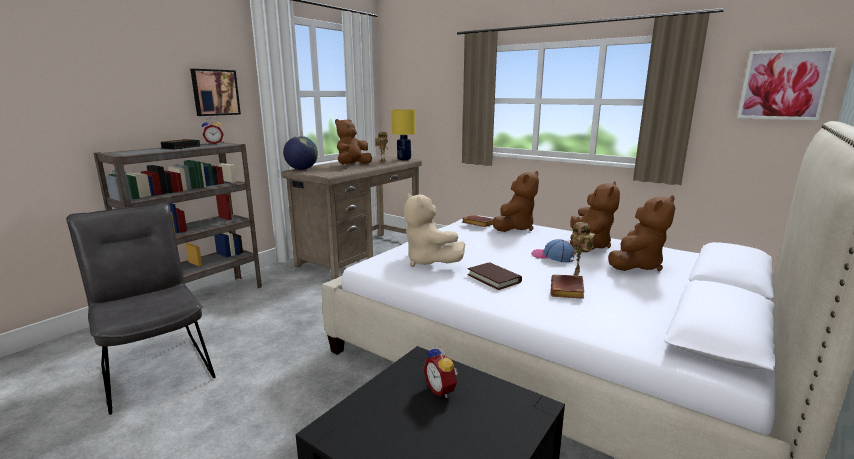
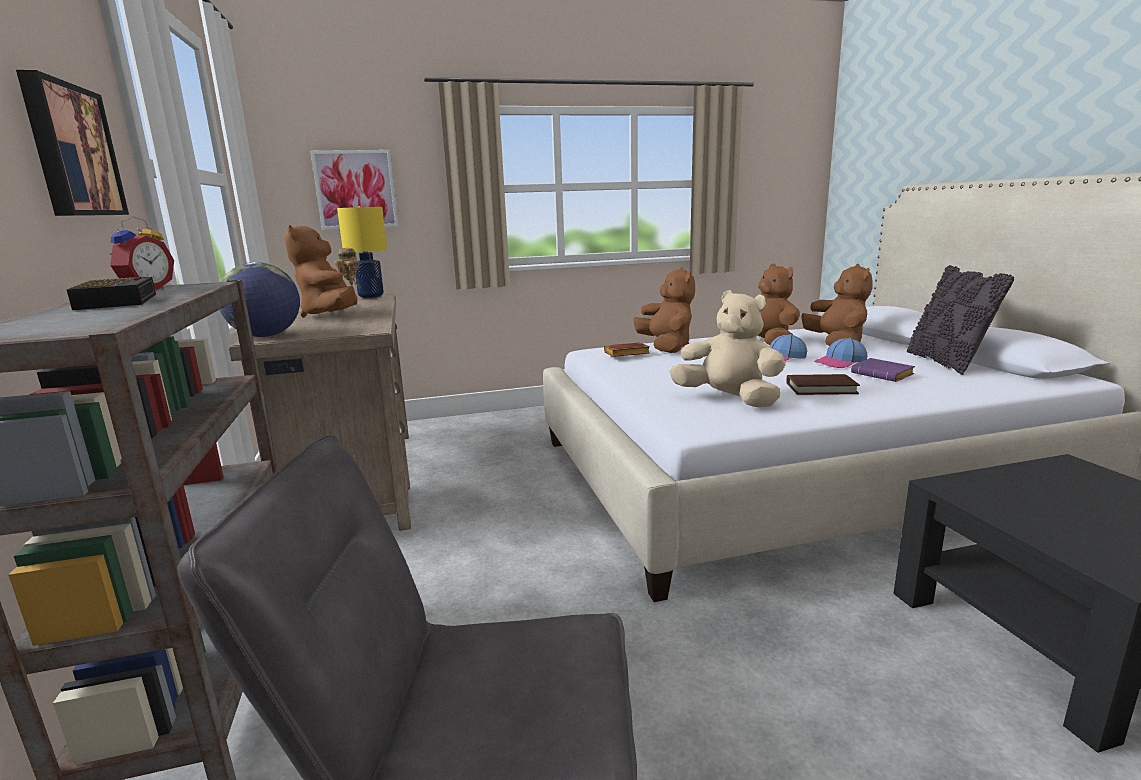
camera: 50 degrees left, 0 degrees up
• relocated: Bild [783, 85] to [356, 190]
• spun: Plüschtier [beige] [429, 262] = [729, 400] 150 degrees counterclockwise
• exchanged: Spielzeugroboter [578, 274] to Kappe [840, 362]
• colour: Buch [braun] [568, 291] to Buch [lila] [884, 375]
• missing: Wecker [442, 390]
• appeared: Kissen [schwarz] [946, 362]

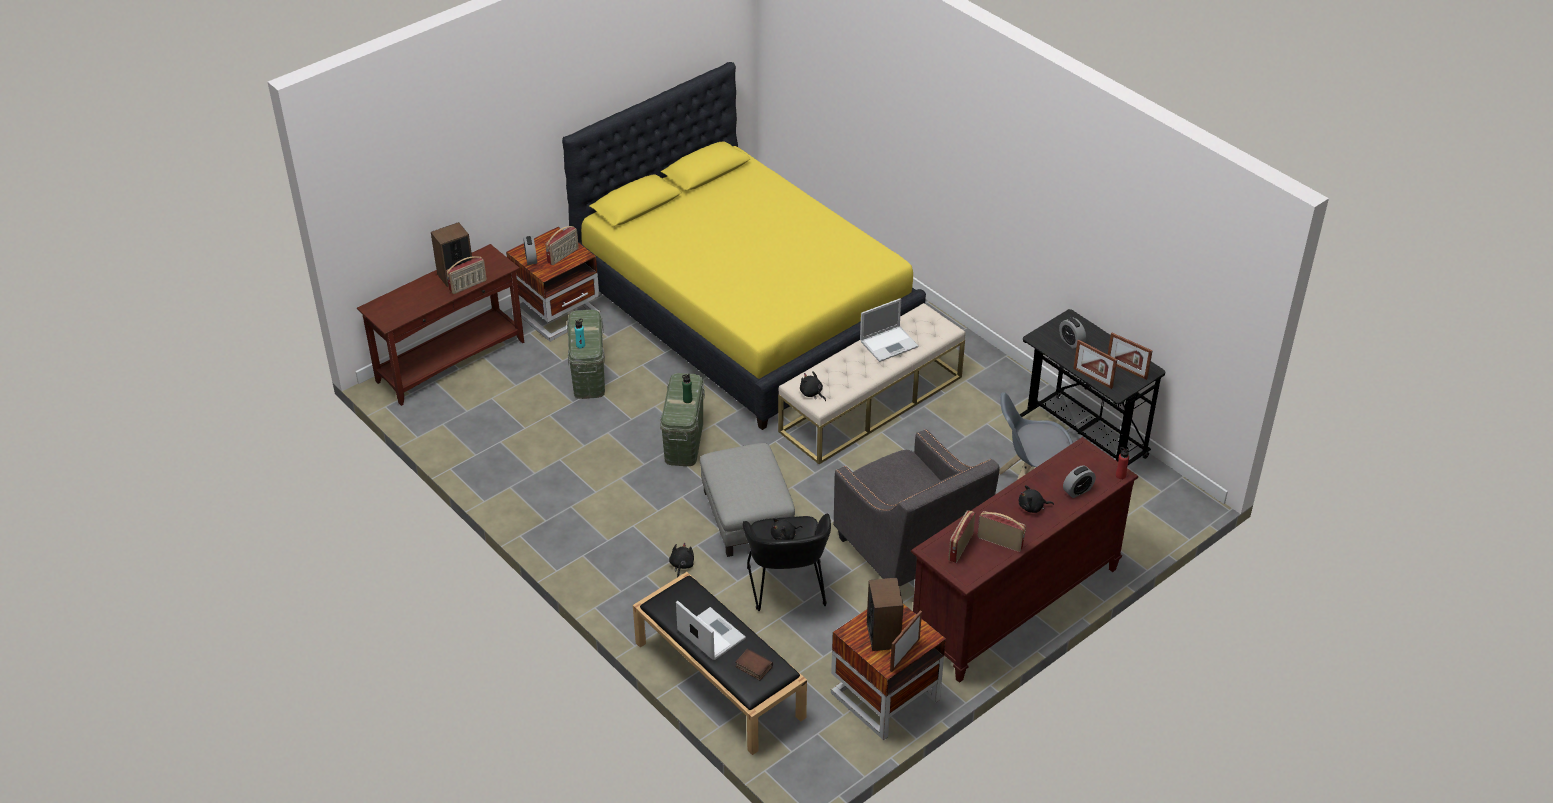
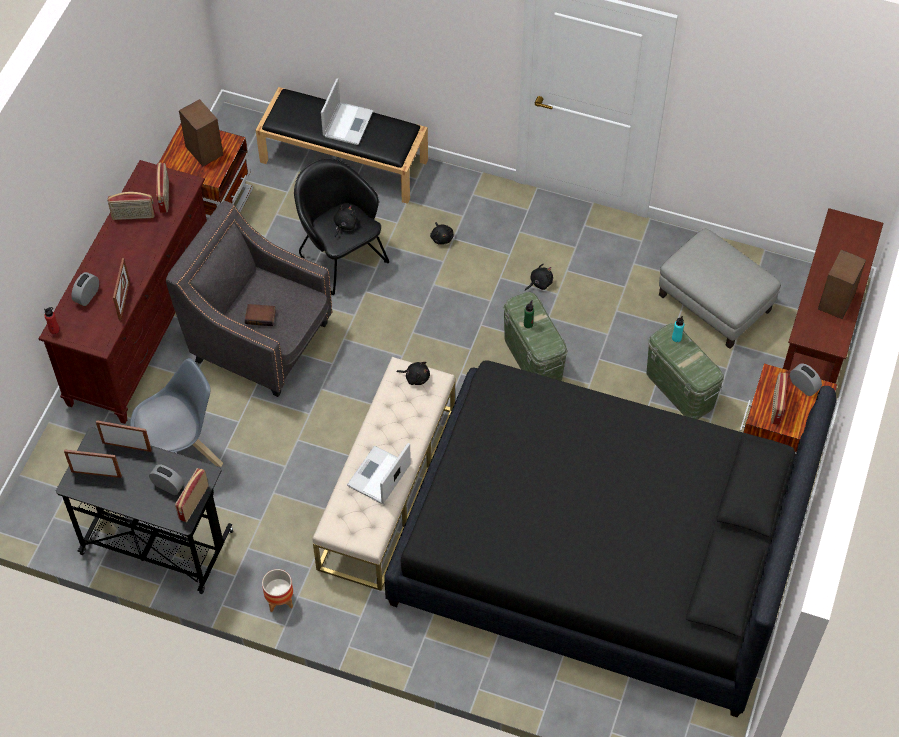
camera: 150 degrees right, 15 degrees up
• colour: Bett [gelb] [744, 308] to Bett [schwarz] [598, 553]
• relocated: Radio [468, 286] to [193, 502]
• relocated: Polsterhocker [grau] [746, 517] to [715, 302]
• relocated: Plüschtier [schwarz] [1032, 507] to [539, 283]
• spun: Laptop [710, 634] = [348, 123] 90 degrees counterclockwise
• relocated: Bilderrahmen [905, 655] to [124, 300]
• relocated: Buch [753, 667] to [261, 316]
• appeared: Pflanzkübel [280, 600]

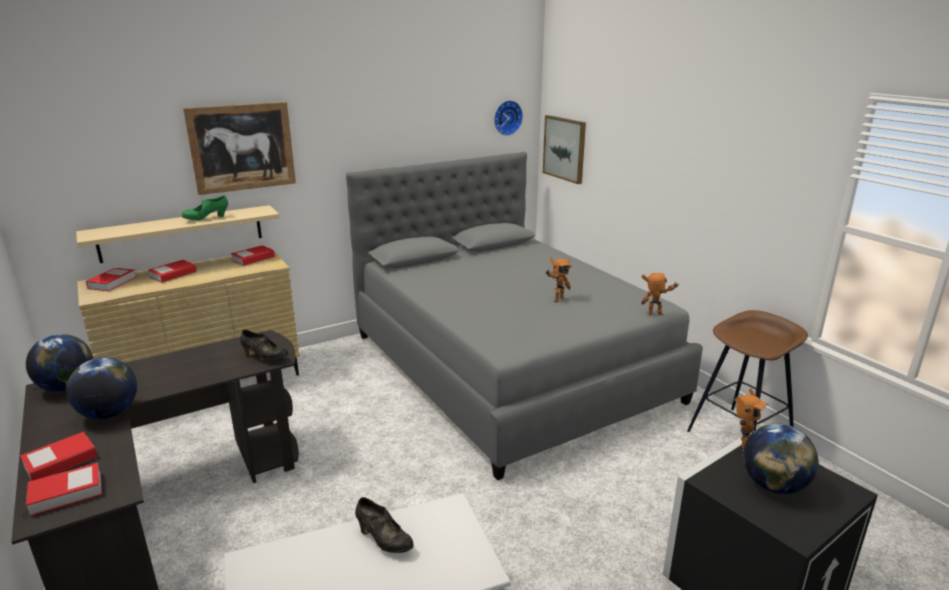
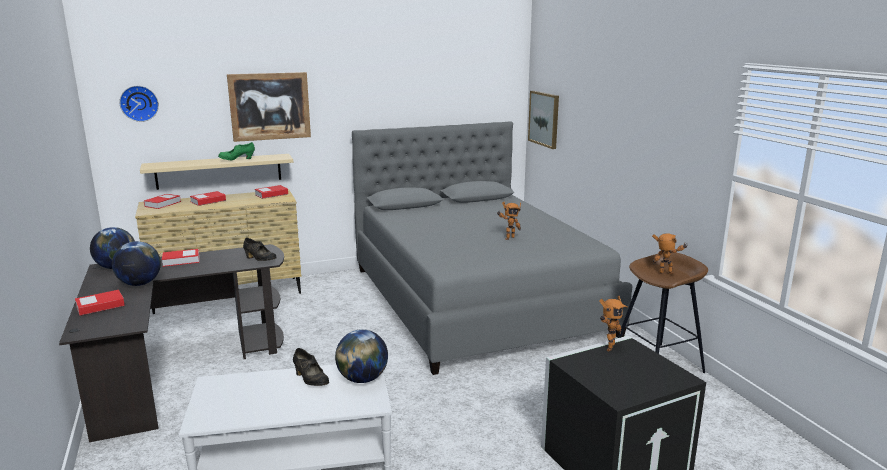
camera: 10 degrees right, 5 degrees down
• relocated: Wanduhr [506, 117] to [139, 103]
• relocated: Spielzeugroboter [656, 315] to [666, 274]
• relocated: Globus [773, 485] to [362, 379]
• relocated: Buch [66, 493] to [181, 260]

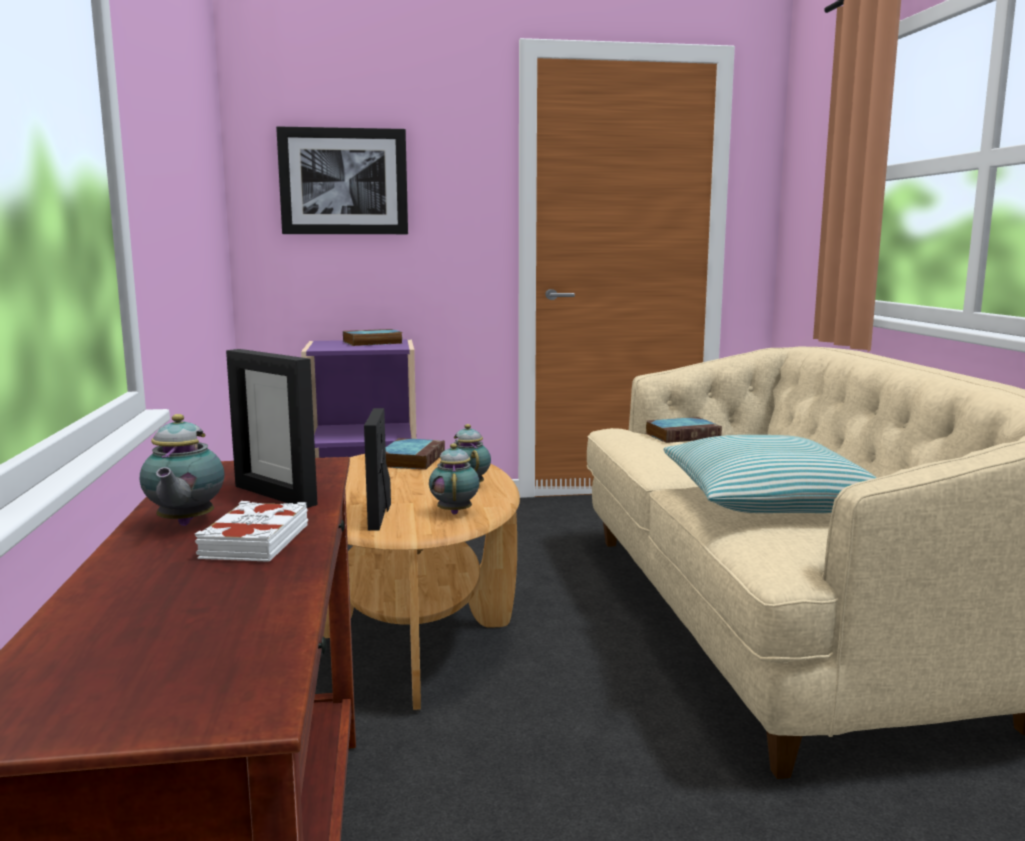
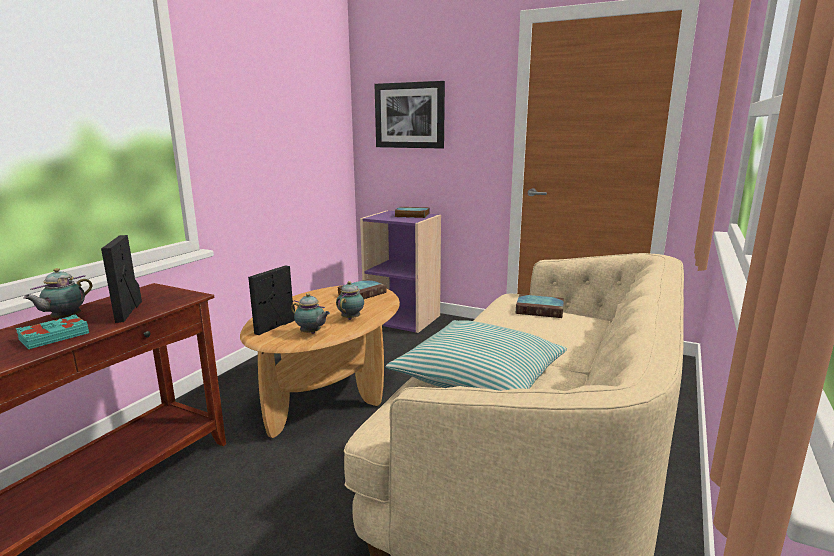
camera: 35 degrees right, 5 degrees up
• spun: Teekanne [455, 511] = [311, 333] 90 degrees clockwise
• colour: Buch [weiß] [253, 542] to Buch [türkis] [54, 336]

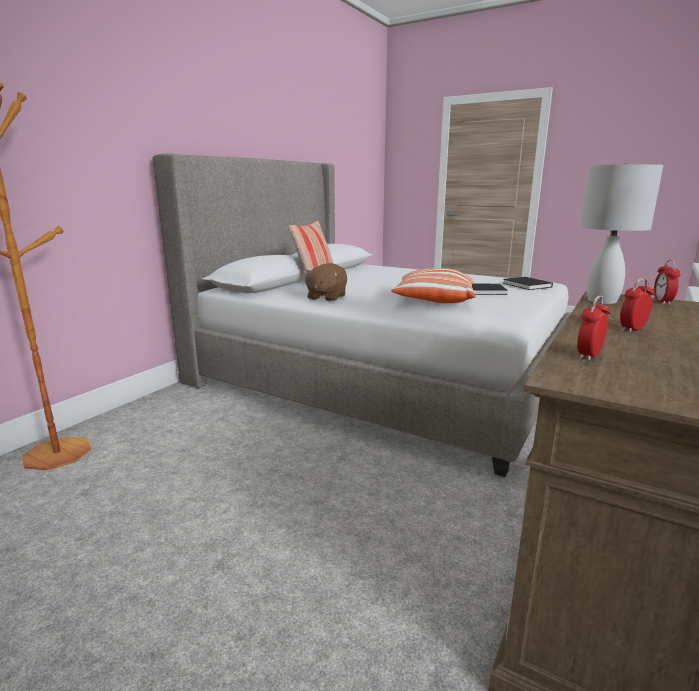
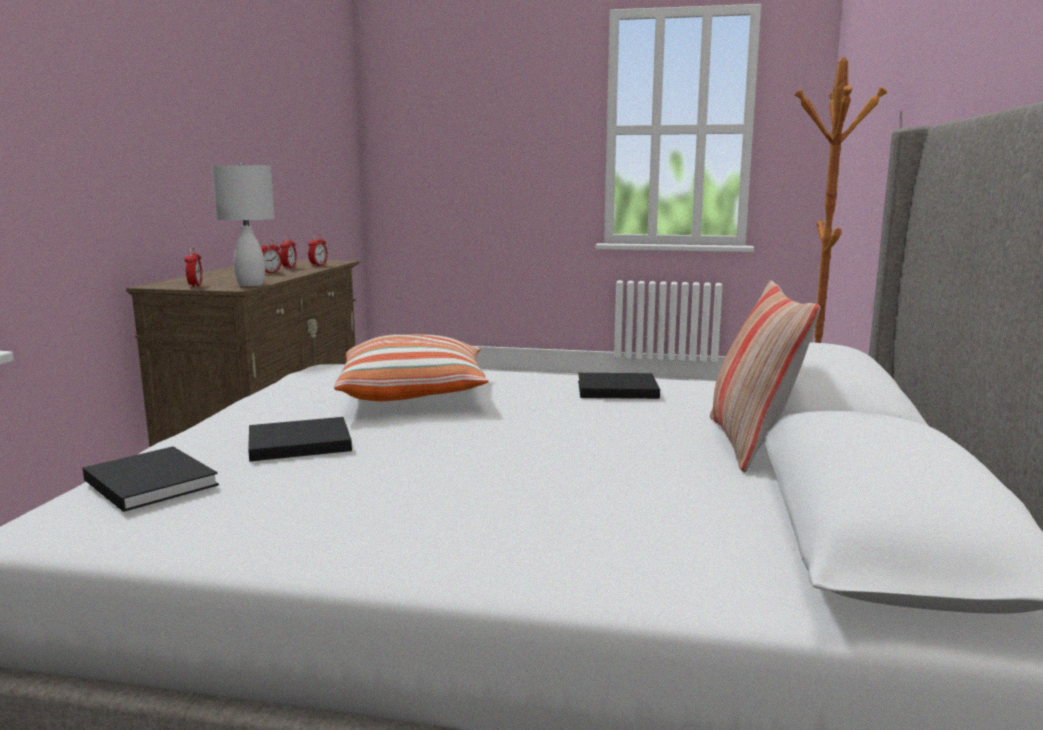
camera: 160 degrees right, 5 degrees down
• exchanged: Plüschtier [braun] [326, 297] to Buch [schwarz] [614, 389]
• appeared: Wecker [289, 268]

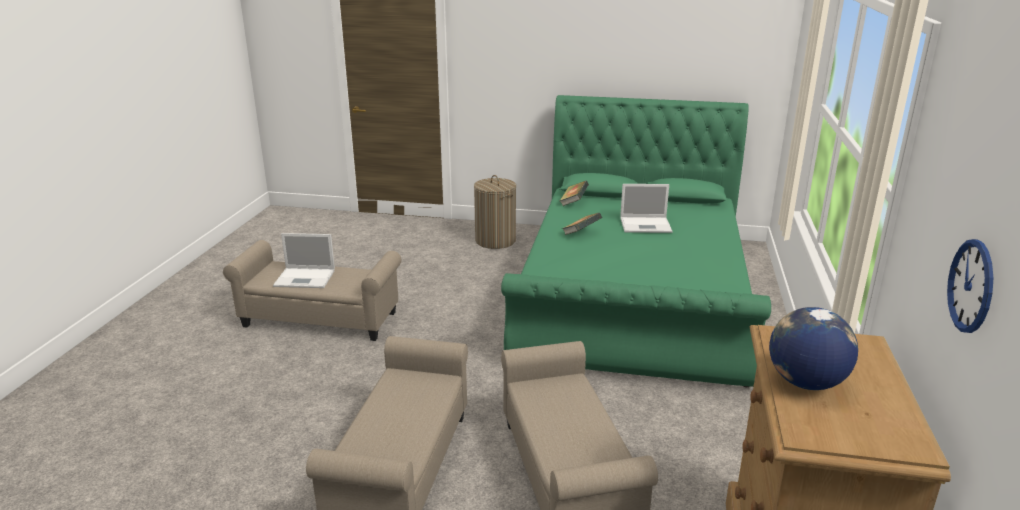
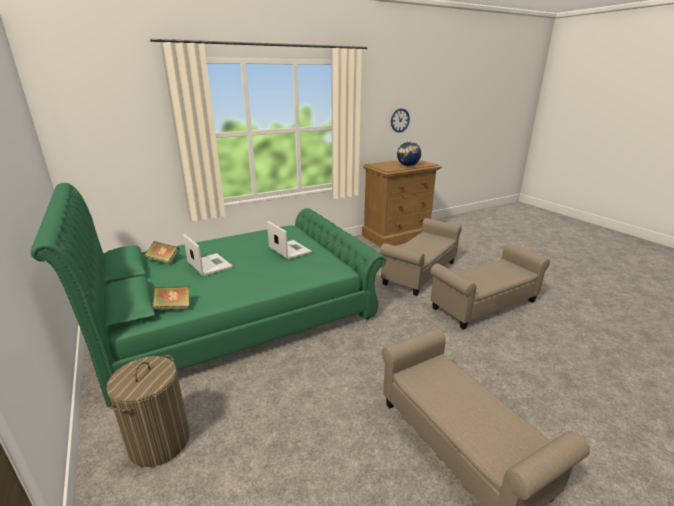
camera: 130 degrees left, 0 degrees up
• relocated: Buch [581, 234] to [163, 260]
• relocated: Laptop [306, 278] to [289, 250]

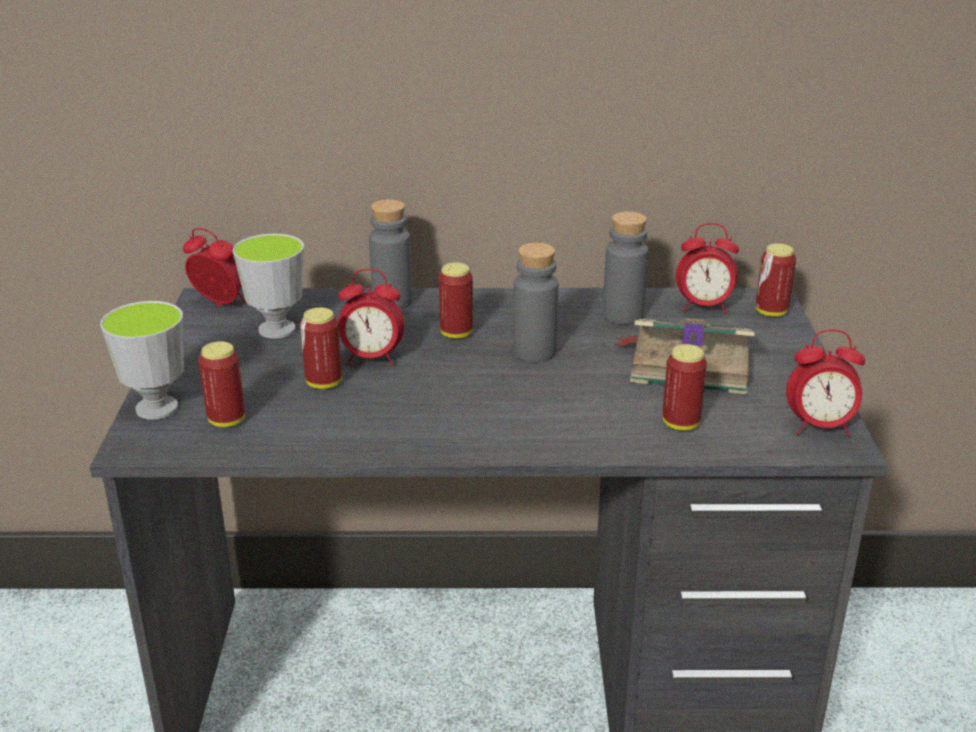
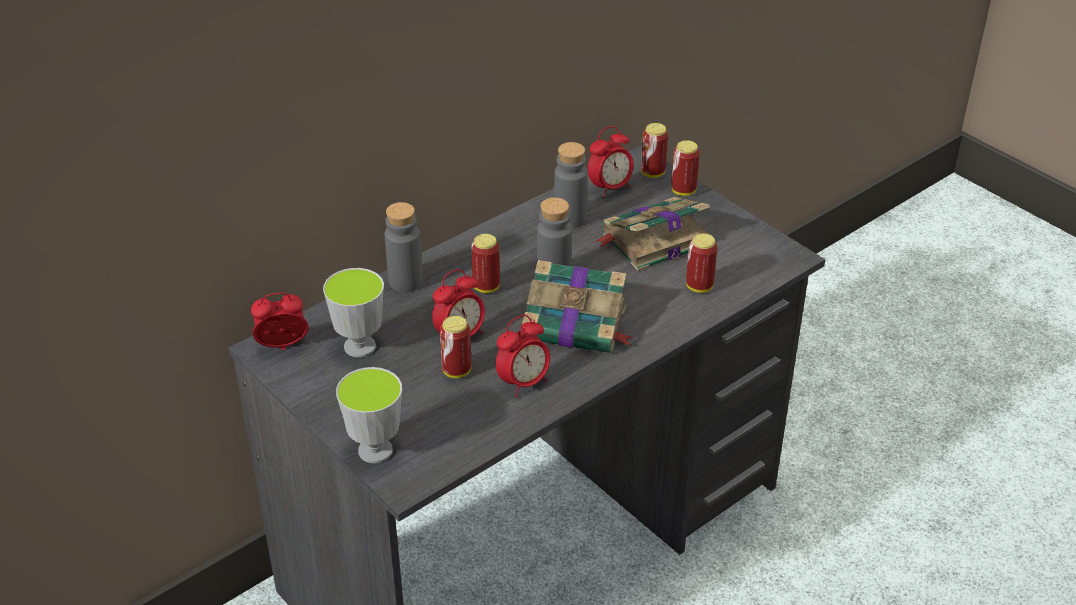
camera: 40 degrees left, 10 degrees up
• relocated: Wecker [819, 427] to [523, 383]
• relocated: Dose [226, 420] to [683, 191]
• appeared: Buch [577, 325]

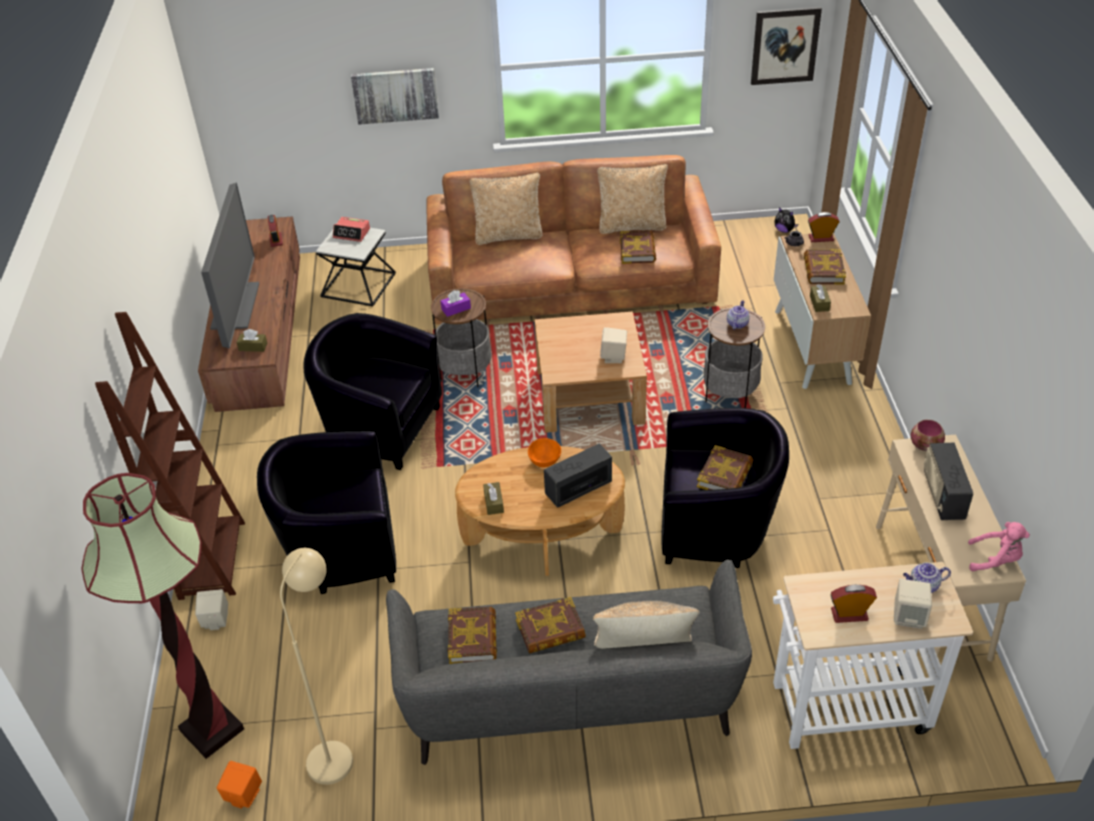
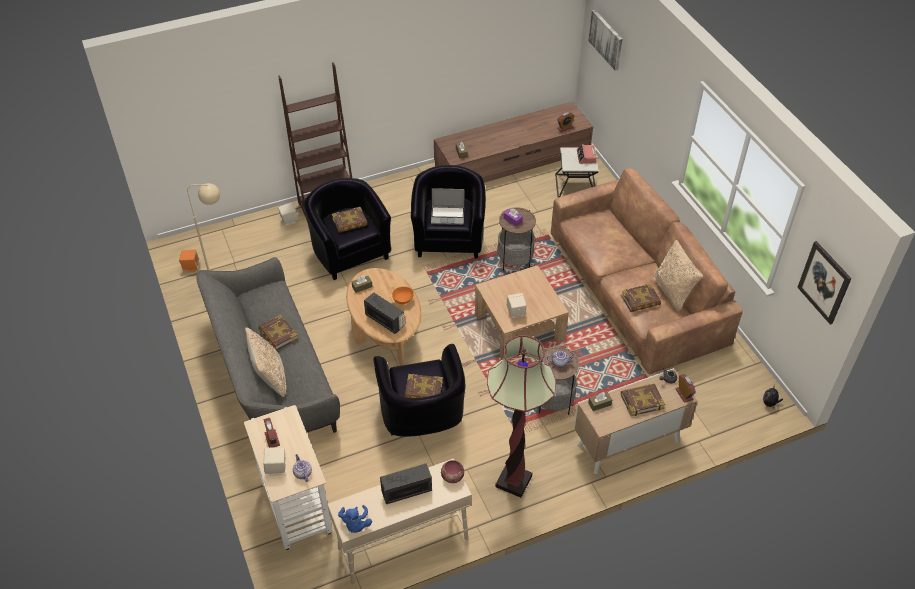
camera: 70 degrees right, 5 degrees up
• relocated: Bild [395, 95] to [606, 39]
• missing: Kissen [beige] [509, 237]
• missing: Fernseher [236, 305]
• relocated: Stehlampe [212, 730] to [513, 481]
• colour: Plüschtier [rosa] [995, 560] to Plüschtier [blau] [355, 524]
• relocated: Buch [473, 638] to [350, 222]
• appeared: Laptop [448, 215]

